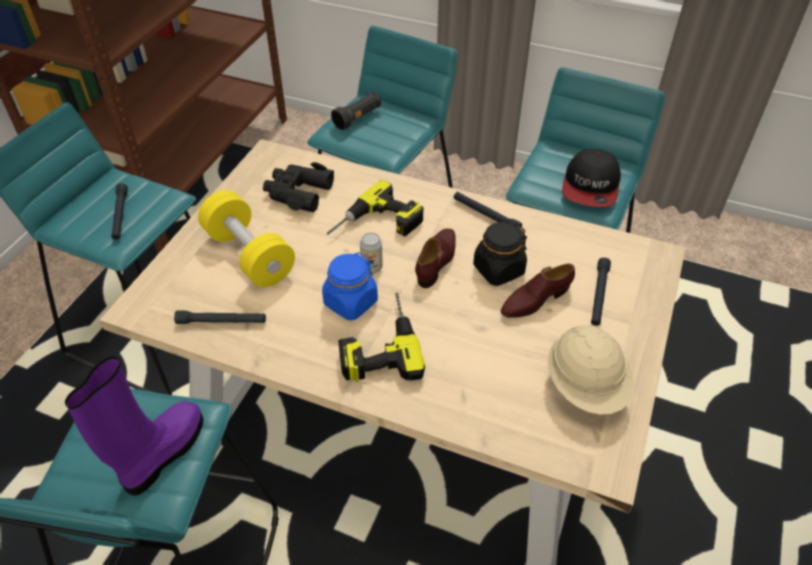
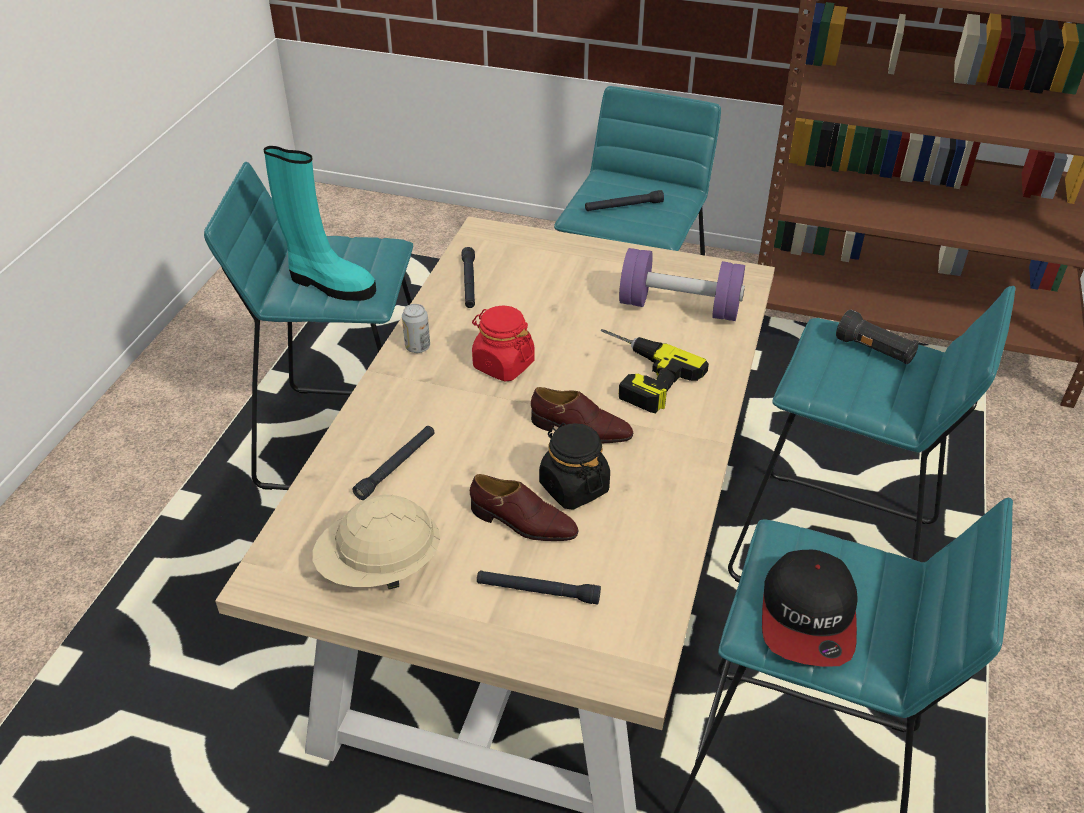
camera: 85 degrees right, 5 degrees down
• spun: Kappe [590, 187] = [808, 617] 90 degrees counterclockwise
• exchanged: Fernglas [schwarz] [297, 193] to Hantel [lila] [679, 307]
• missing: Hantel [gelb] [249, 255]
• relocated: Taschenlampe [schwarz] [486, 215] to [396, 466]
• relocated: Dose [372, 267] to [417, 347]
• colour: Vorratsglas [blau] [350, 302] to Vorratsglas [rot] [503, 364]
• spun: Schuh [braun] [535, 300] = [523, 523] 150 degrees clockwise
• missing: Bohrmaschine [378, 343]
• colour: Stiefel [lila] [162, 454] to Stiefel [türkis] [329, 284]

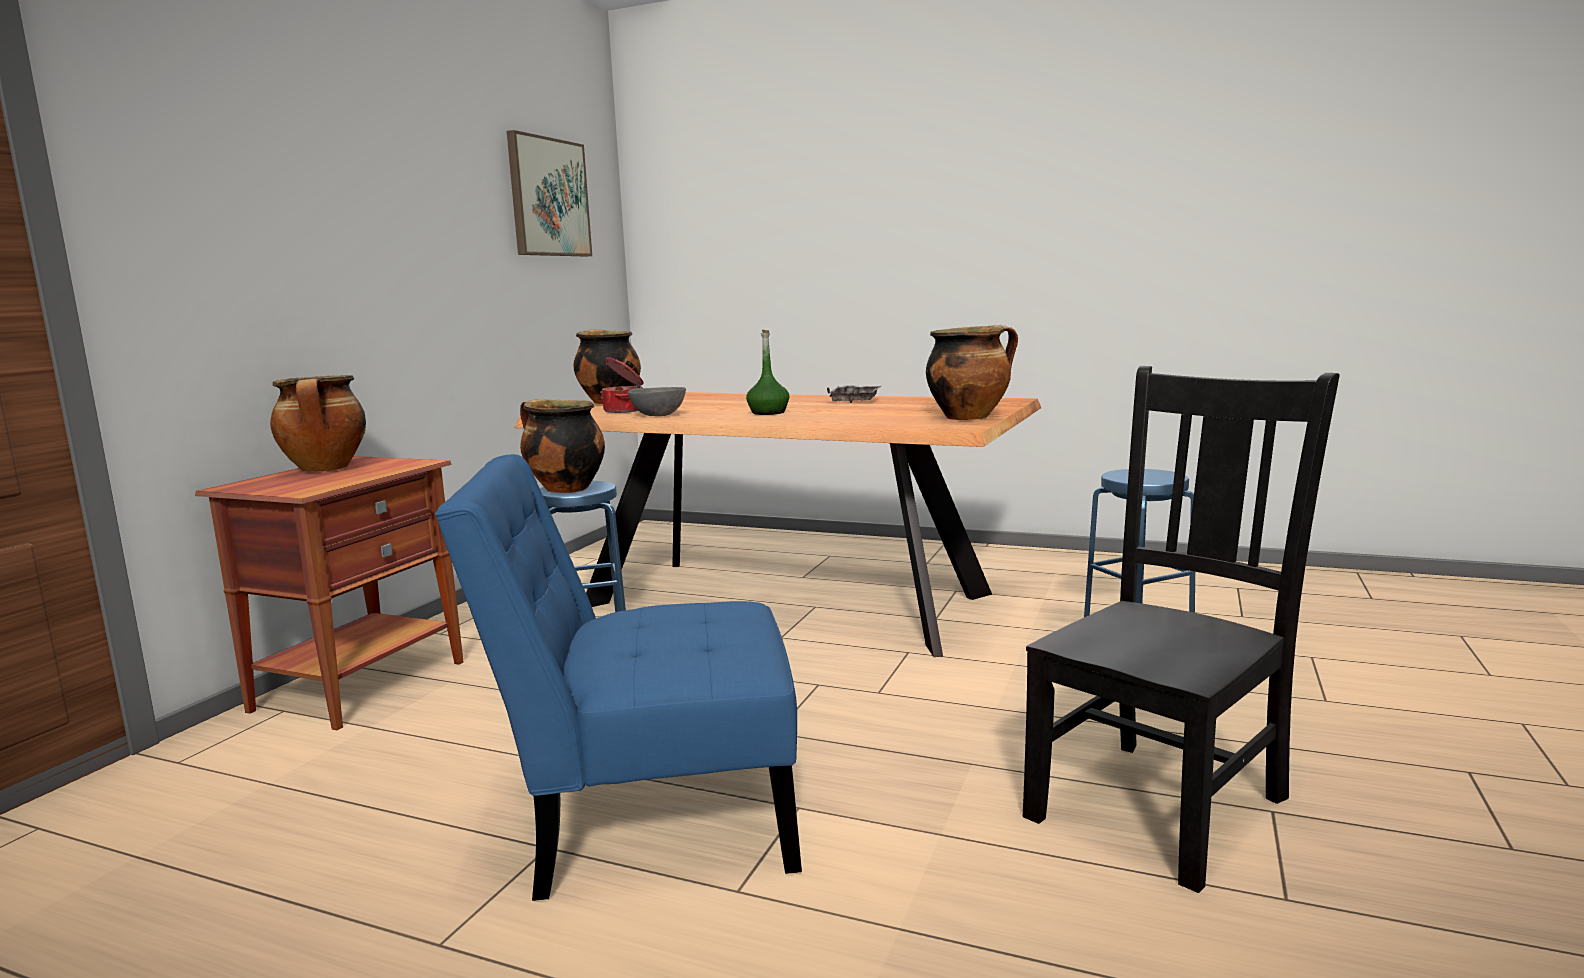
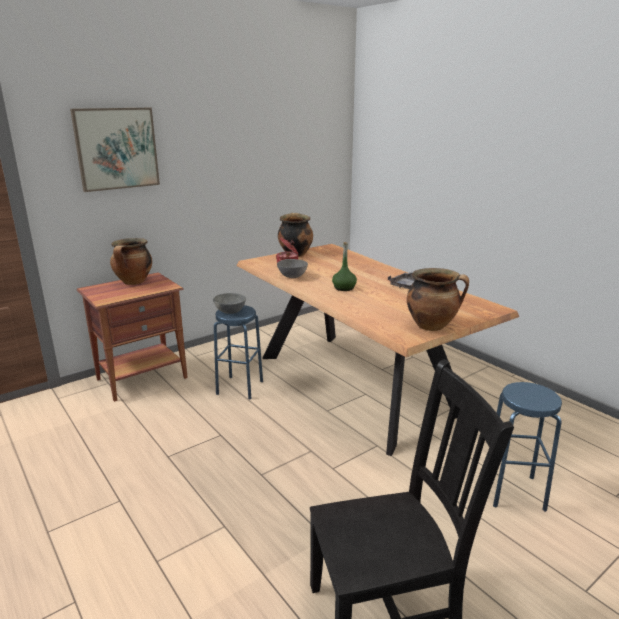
camera: 30 degrees right, 10 degrees up
• relocated: Bild [548, 197] to [116, 148]
• exchanged: Kochtopf [564, 489] to Schüssel [grau] [229, 311]
• missing: Stuhl [blau] [649, 819]

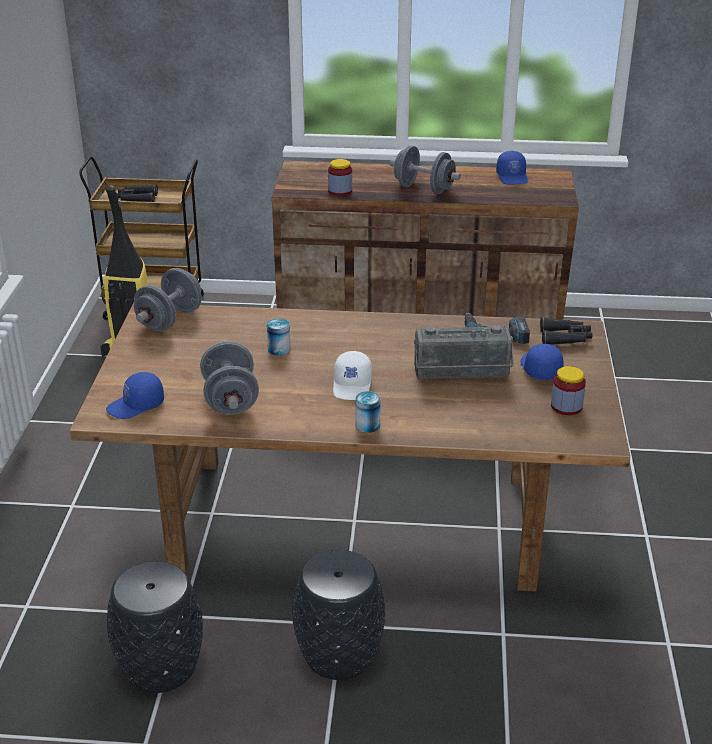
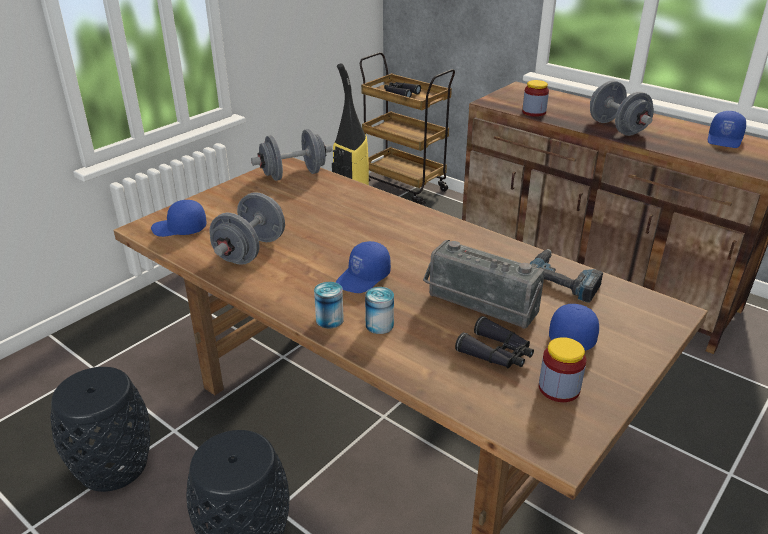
camera: 35 degrees right, 0 degrees up
• relocated: Fernglas [schwarz] [565, 338] to [497, 353]
• relocated: Dose [279, 349] to [379, 325]
• colour: Kappe [weiß] [353, 386] to Kappe [blau] [364, 278]

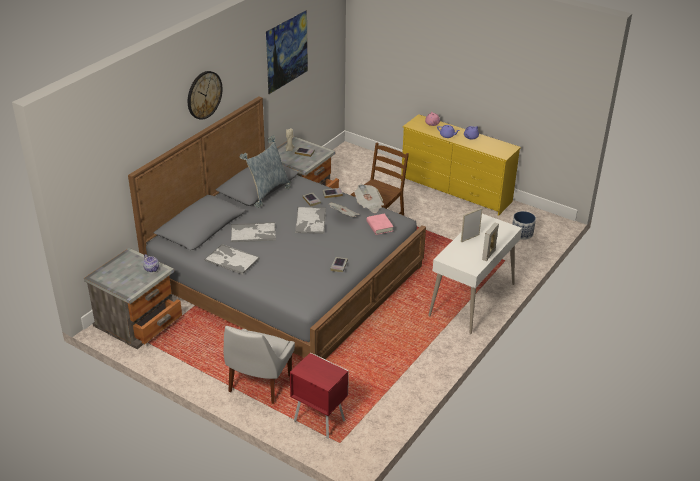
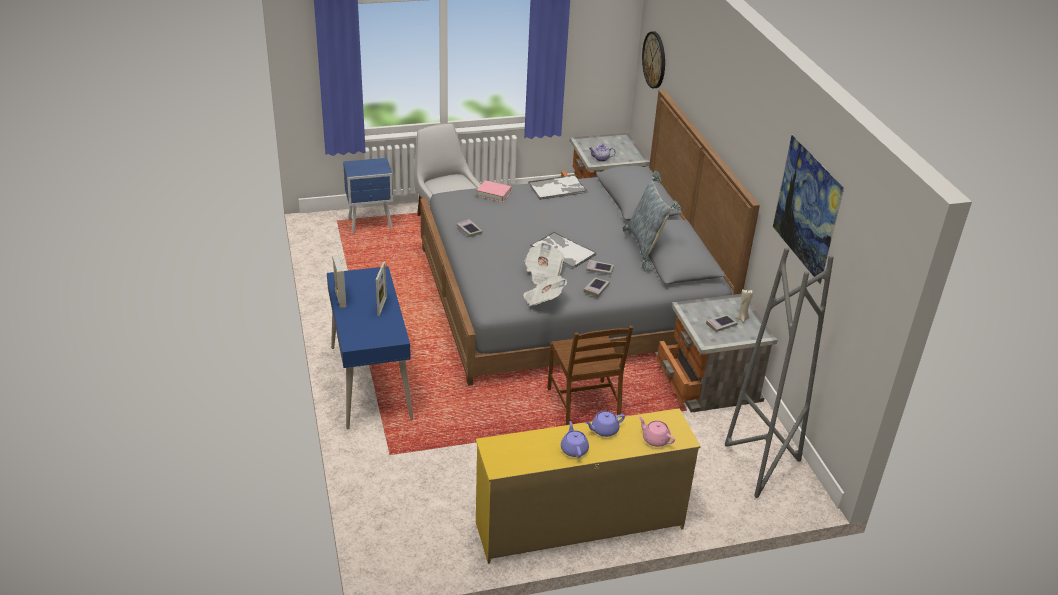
camera: 130 degrees right, 0 degrees up
• relocated: Wanduhr [204, 95] to [654, 59]
• missing: Pflanzkübel [522, 233]
• relocated: Buch [rosa] [379, 226] to [494, 193]
• colour: Schreibtisch [weiß] [472, 300] to Schreibtisch [blau] [370, 382]
• missing: Tablett [253, 233]
• colour: Nachttisch [rot] [319, 420] to Nachttisch [blau] [371, 224]
• appeared: Kleiderständer [grau] [760, 468]

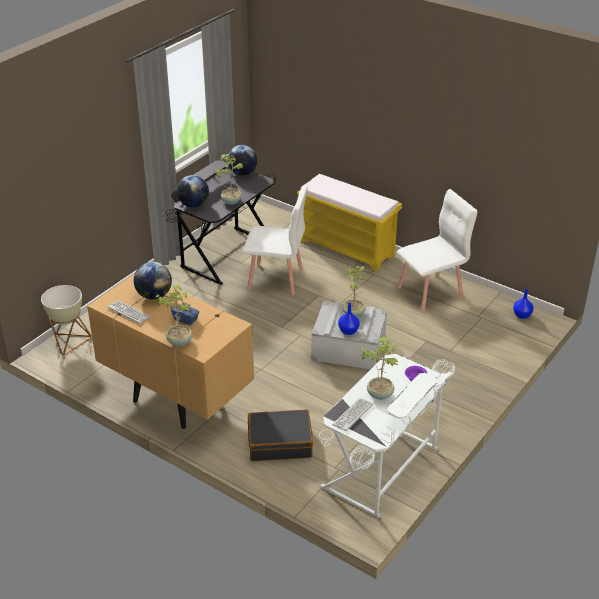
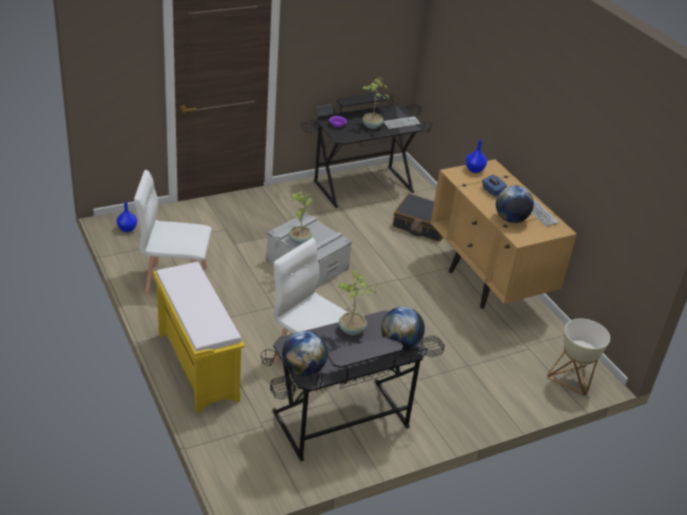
camera: 155 degrees left, 0 degrees up
• missing: Topfpflanze [180, 341]
• relocated: Vase [blau] [348, 331] to [474, 170]
• colour: Schreibtisch [weiß] [383, 469] to Schreibtisch [schwarz] [362, 185]

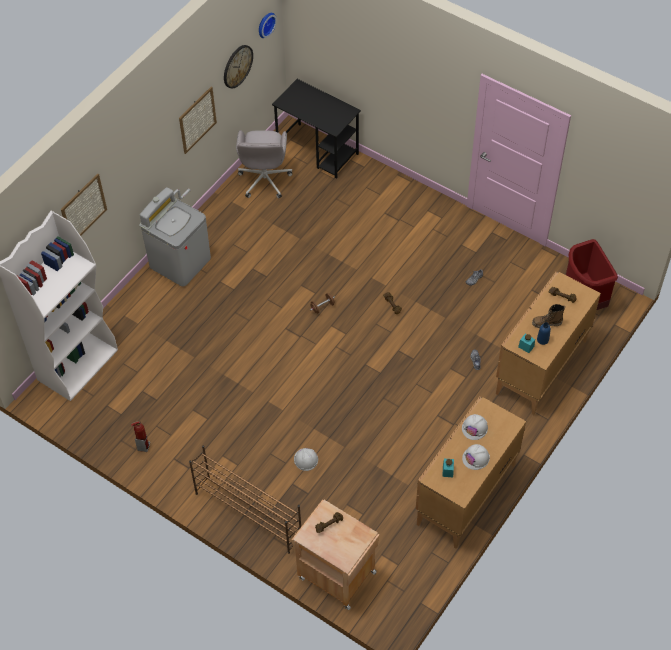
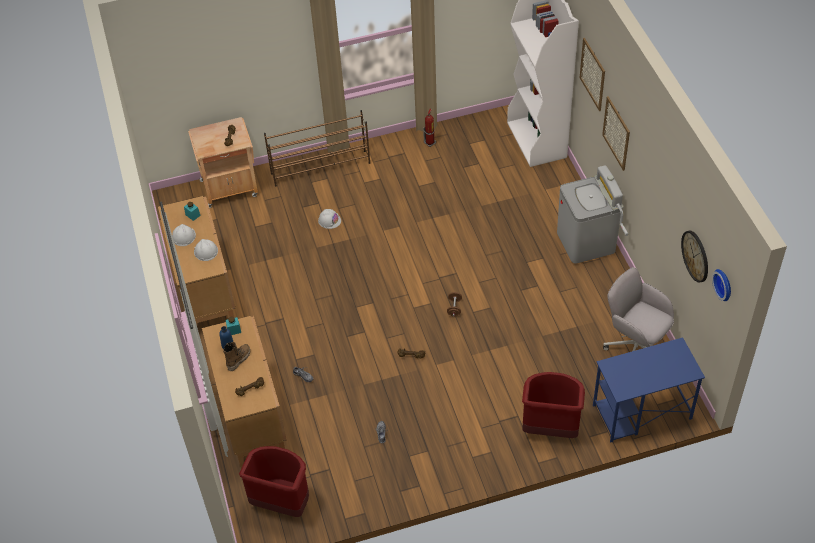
camera: 130 degrees right, 5 degrees down
• colour: Schreibtisch [schwarz] [318, 151] to Schreibtisch [blau] [641, 412]
• relocated: Bild [197, 119] to [616, 132]
• appeared: Mülleimer [rot] [550, 428]

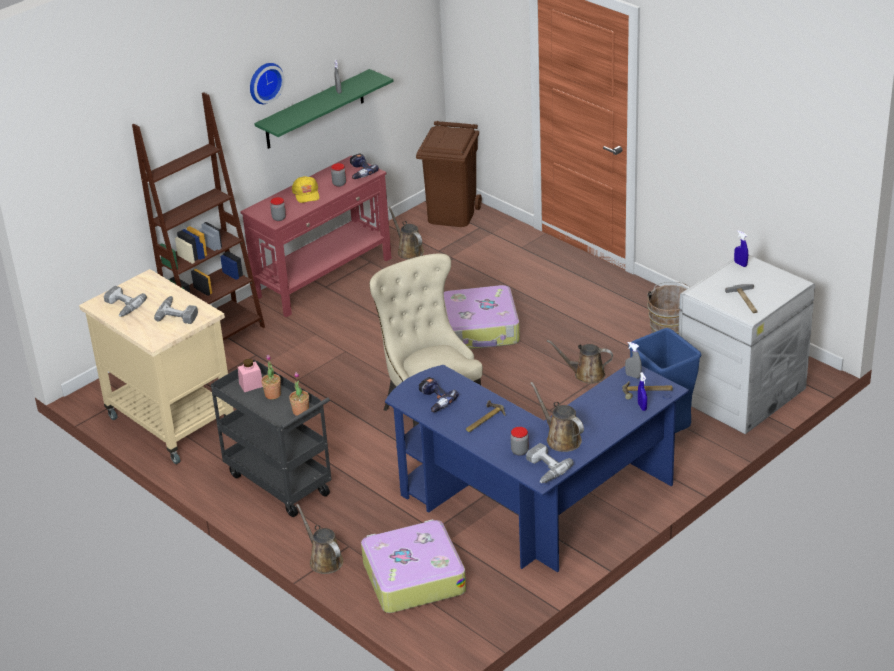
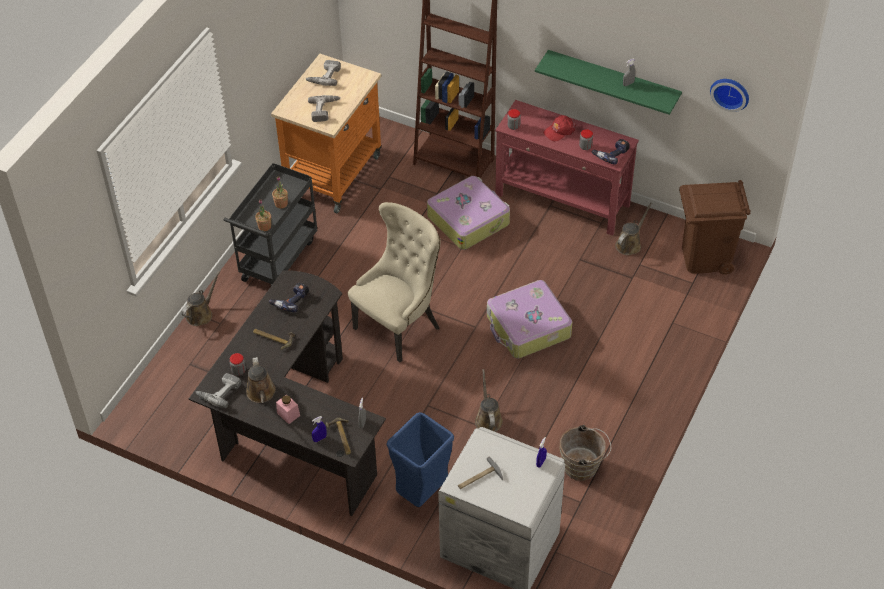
camera: 70 degrees right, 15 degrees up
• relocated: Wanduhr [264, 82] to [730, 92]
• colour: Kappe [gelb] [306, 194] to Kappe [rot] [559, 131]
• colour: Rollwagen [beige] [170, 423] to Rollwagen [orange] [333, 174]
• relocated: Vorratsglas [rosa] [251, 385] to [288, 414]
• colour: Schreibtisch [blau] [535, 509] to Schreibtisch [schwarz] [293, 428]
• spun: Gießkanne [braun] [561, 439] = [261, 393] 135 degrees clockwise
• relocated: Koffer [413, 577] to [468, 219]

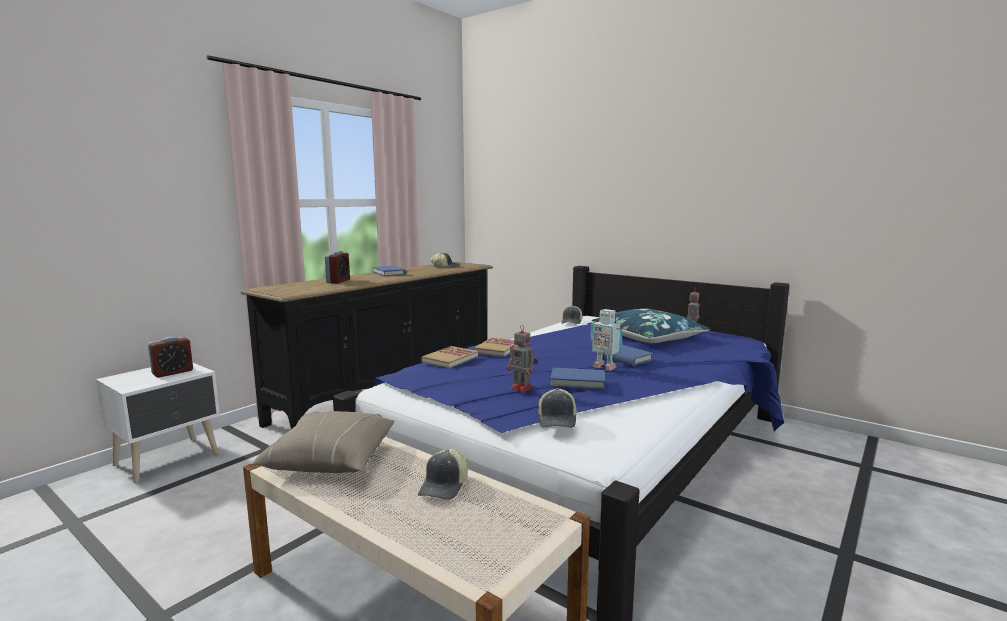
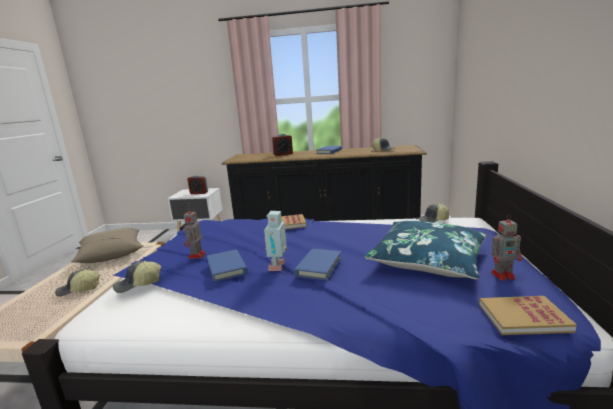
camera: 60 degrees right, 5 degrees up
• relocated: Buch [450, 359] to [523, 317]

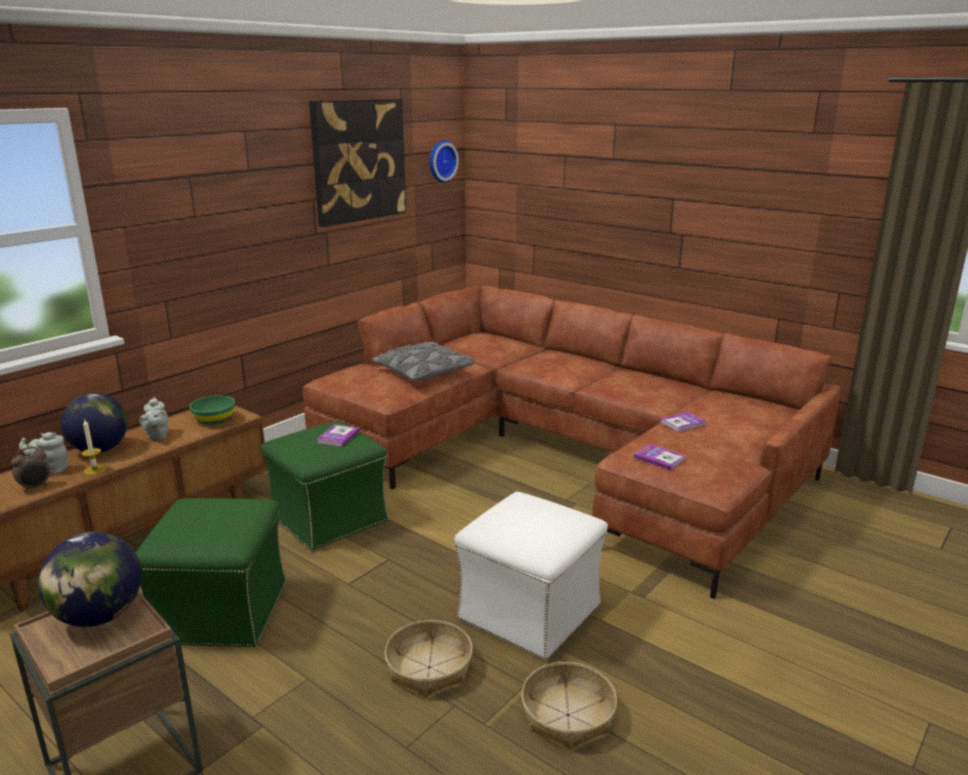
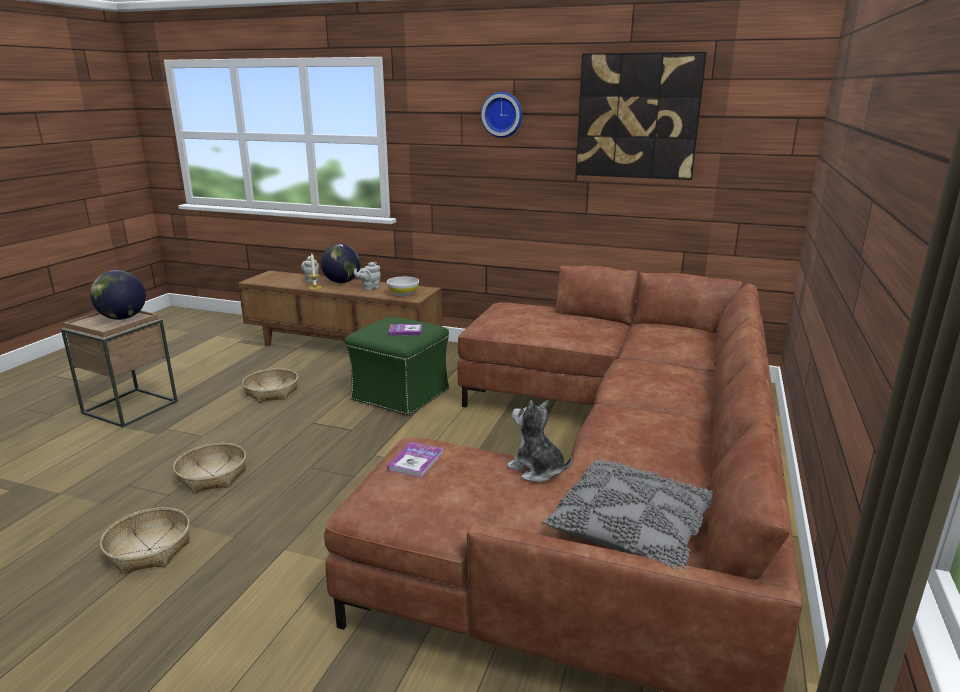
camera: 70 degrees right, 0 degrees up
• relocated: Wanduhr [440, 161] to [502, 114]
• relocated: Kissen [grau] [424, 372] to [631, 528]
• colour: Schüssel [grün] [214, 420] to Schüssel [weiß] [403, 294]
• exchanged: Buch [683, 423] to Plüschtier [537, 470]
• missing: Wecker [35, 487]
• missing: Polsterhocker [weiß] [531, 613]
• exchanged: Polsterhocker [grün] [222, 611] to Korb [272, 392]

